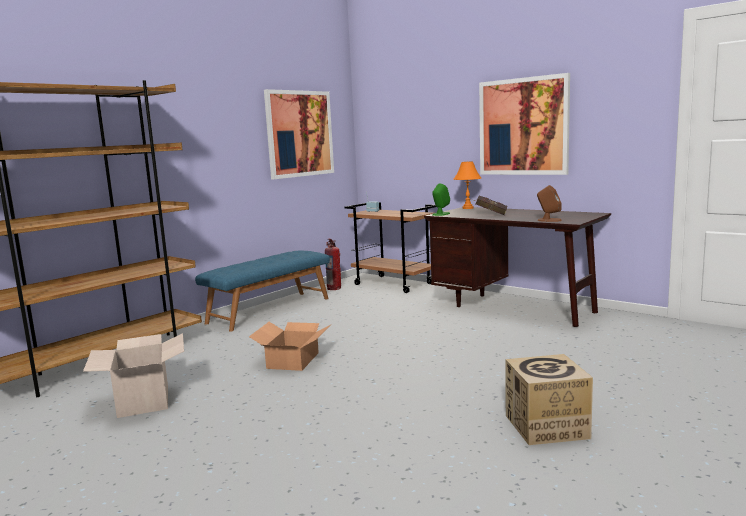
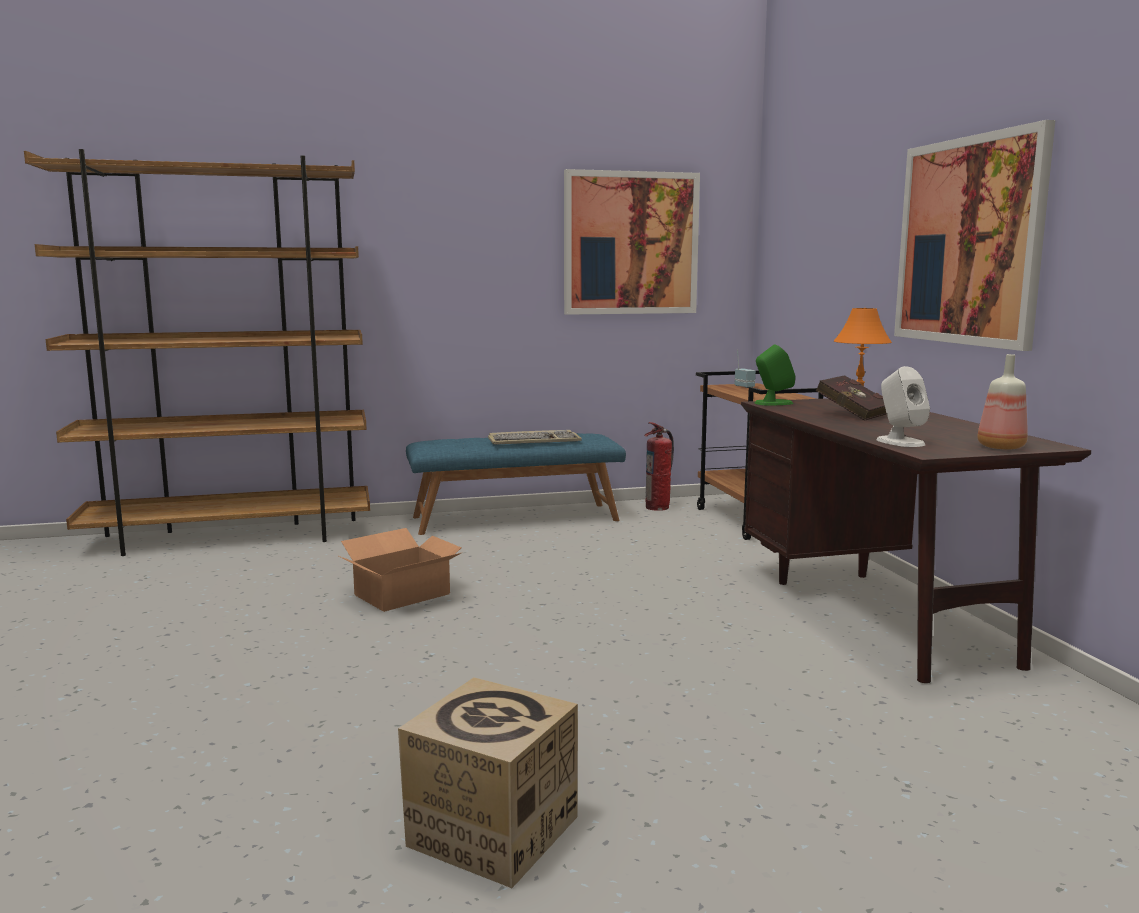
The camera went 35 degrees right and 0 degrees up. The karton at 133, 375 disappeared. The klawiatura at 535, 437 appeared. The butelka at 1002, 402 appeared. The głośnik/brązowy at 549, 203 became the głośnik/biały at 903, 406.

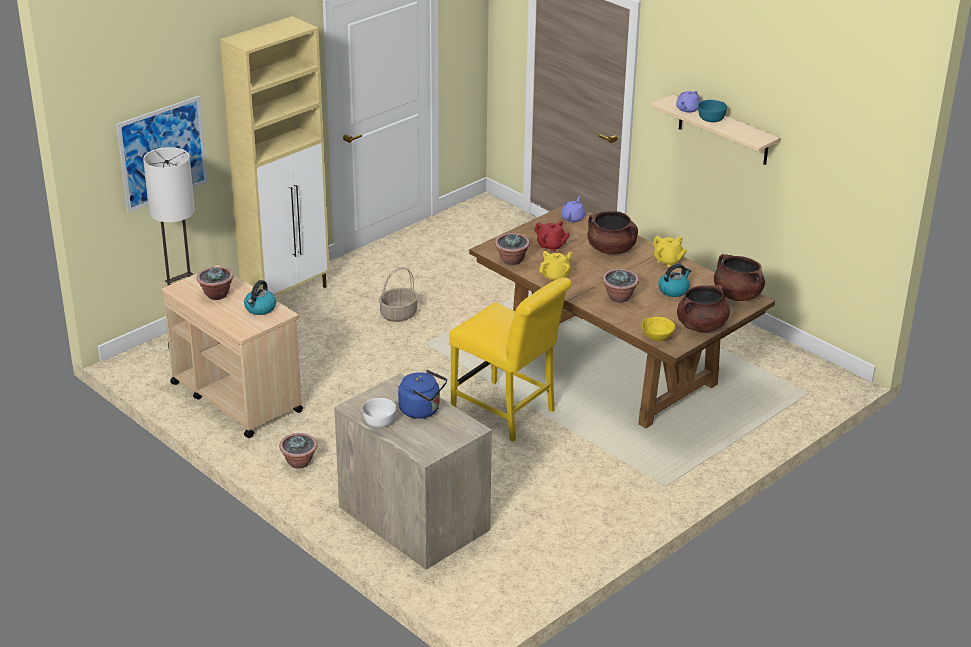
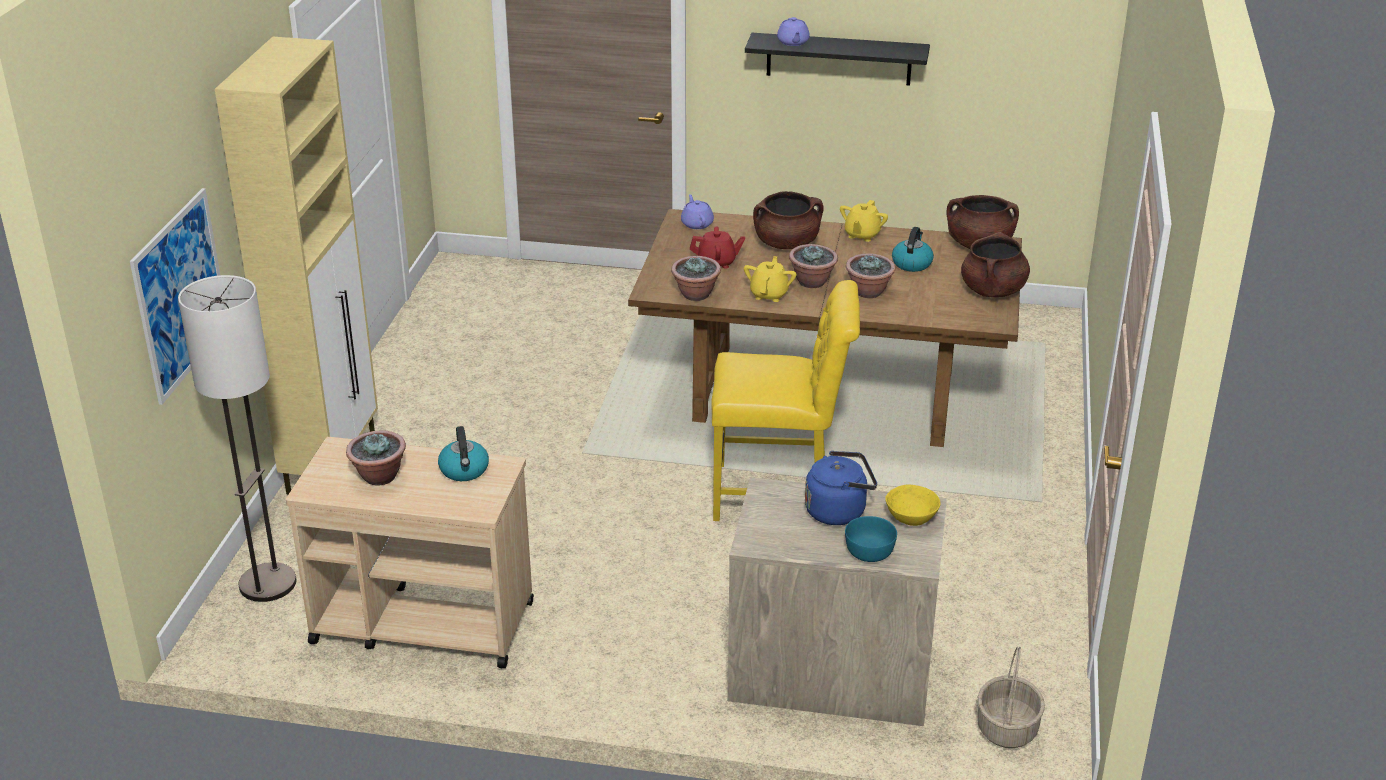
The camera went 35 degrees left and 0 degrees up. The miska/biały at 379, 413 disappeared. The roślina doniczkowa moved from 298, 451 to 813, 266. The koszyk moved from 398, 294 to 1011, 697. The miska/żółty moved from 658, 329 to 913, 505. The miska/turkusowy moved from 712, 111 to 871, 539. The półka/beżowy at 715, 130 became the półka/czarny at 837, 59. The imbryk/żółty at 670, 251 turned 105 degrees clockwise.

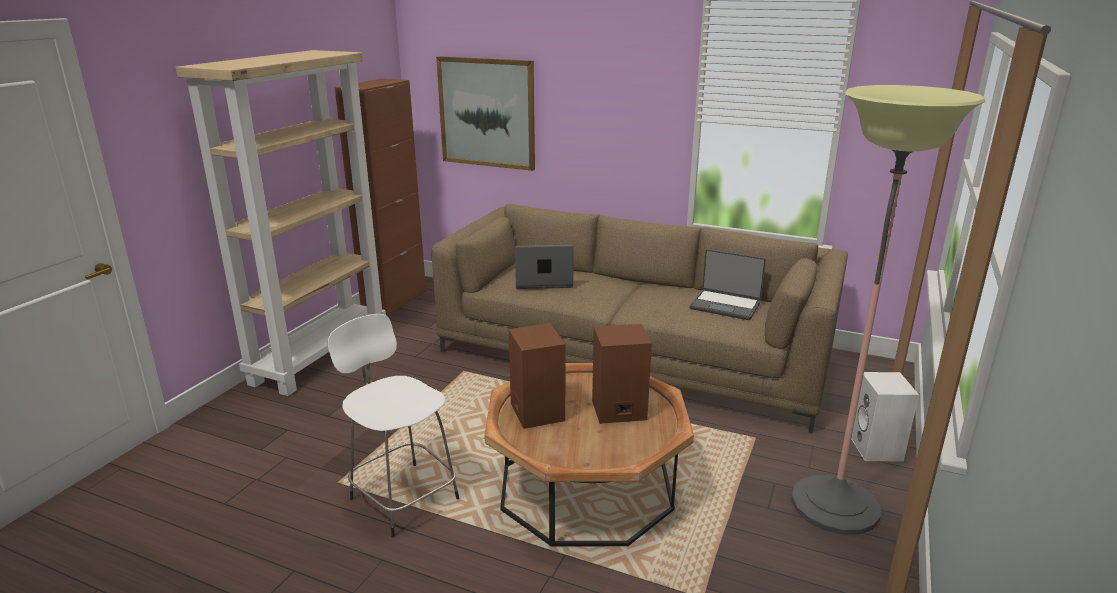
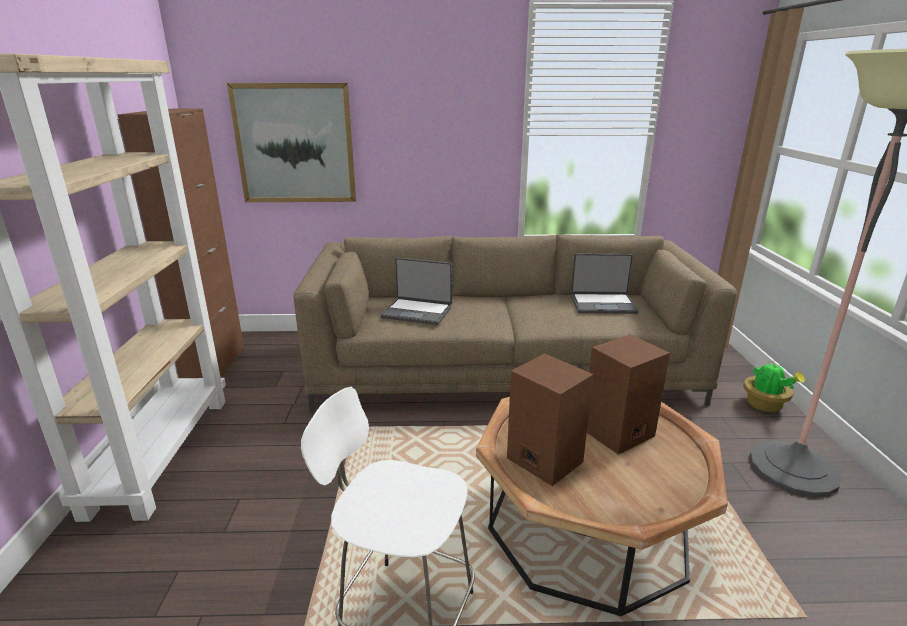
The camera went 25 degrees left and 0 degrees up. The głośnik/biały at 885, 416 was replaced by the roślina doniczkowa at 774, 386. The laptop at 544, 267 turned 135 degrees counterclockwise.

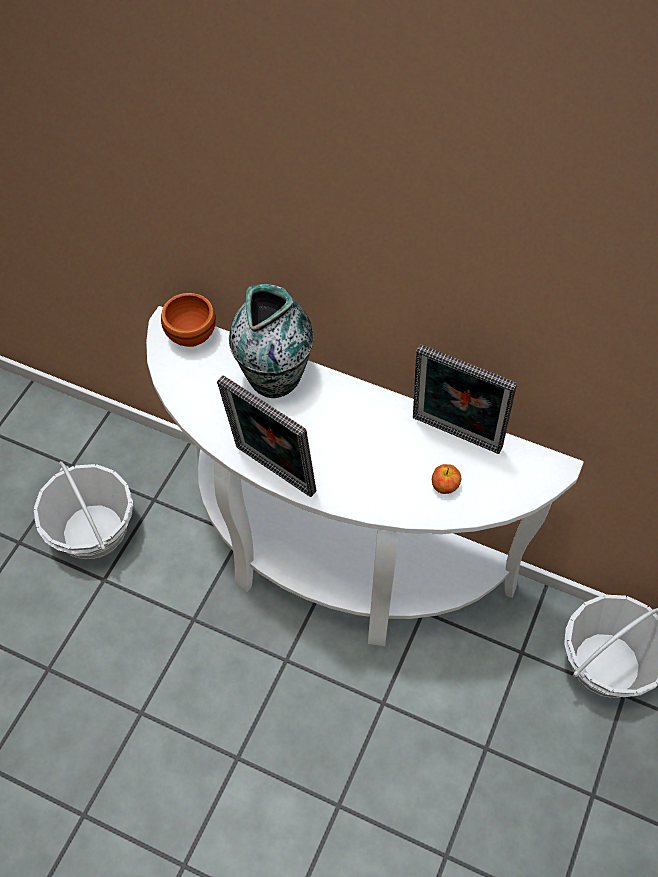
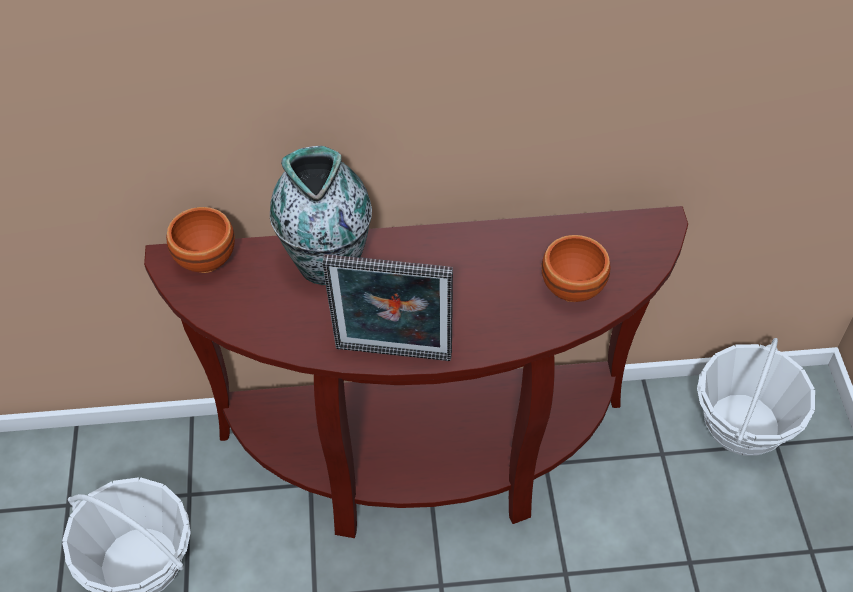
The camera went 30 degrees left and 5 degrees down. The ramka na zdjęcie at 465, 399 disappeared. The jabłko at 446, 479 was replaced by the miska/brązowy at 576, 268. The stolik konsolowy/biały at 365, 476 became the stolik konsolowy/brązowy at 416, 372.

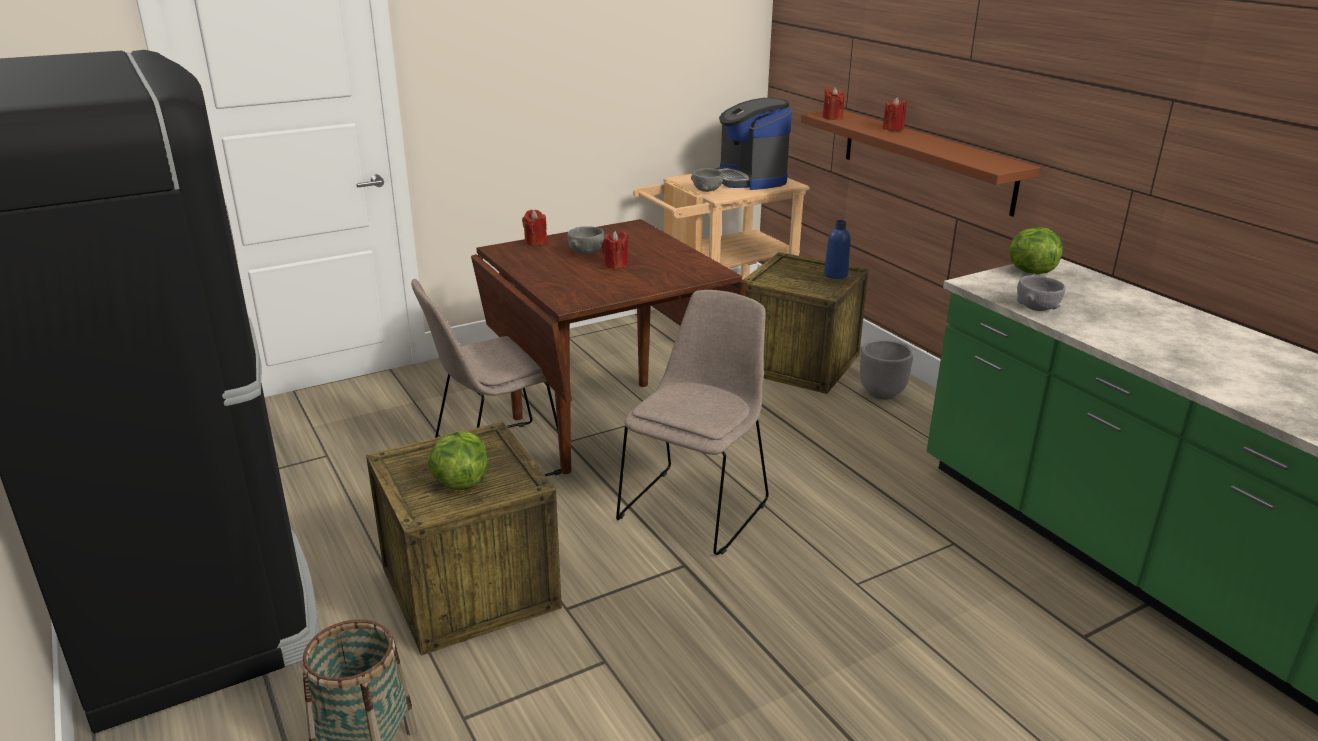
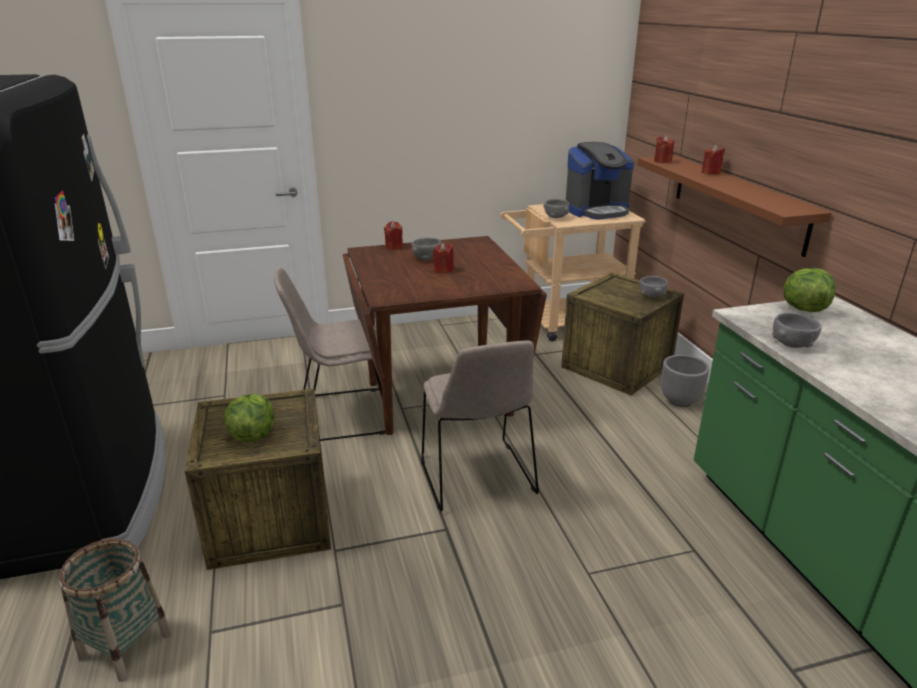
The camera went 15 degrees right and 0 degrees up. The butelka/niebieski at 837, 249 was replaced by the miska/szary at 654, 286. The krzesło/beżowy at 692, 422 turned 120 degrees clockwise. The ekspres do kawy at 753, 144 turned 105 degrees counterclockwise.

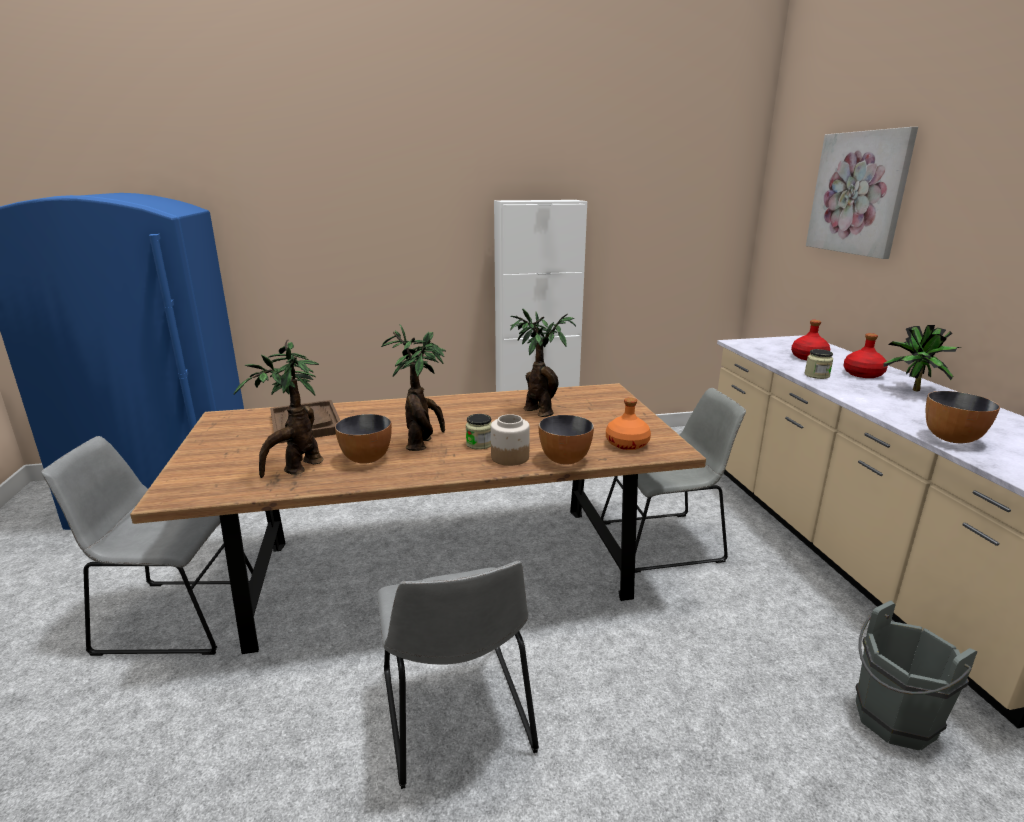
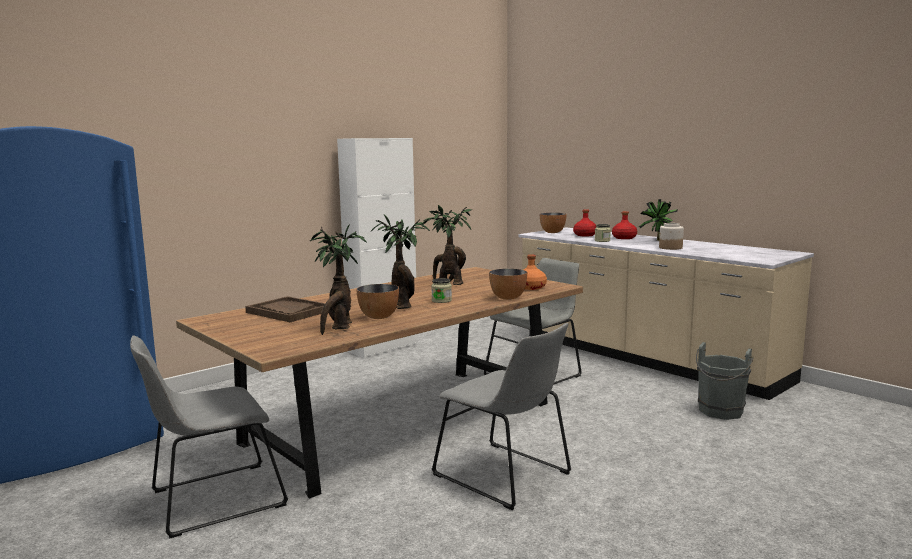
The camera went 30 degrees left and 10 degrees down. The obraz at 862, 193 disappeared. The słoik moved from 510, 440 to 671, 236. The miska moved from 963, 417 to 553, 223.

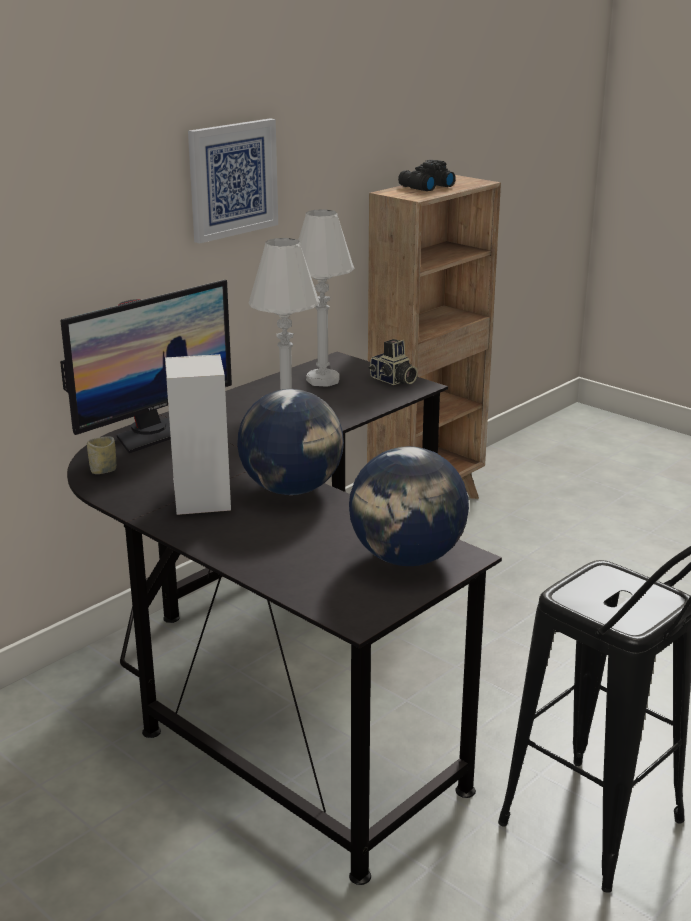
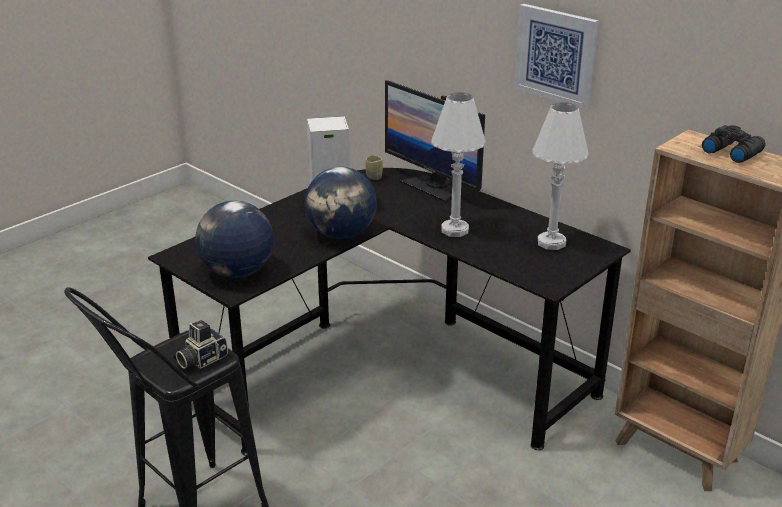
The camera went 90 degrees right and 5 degrees up. The aparat fotograficzny moved from 393, 362 to 202, 344.

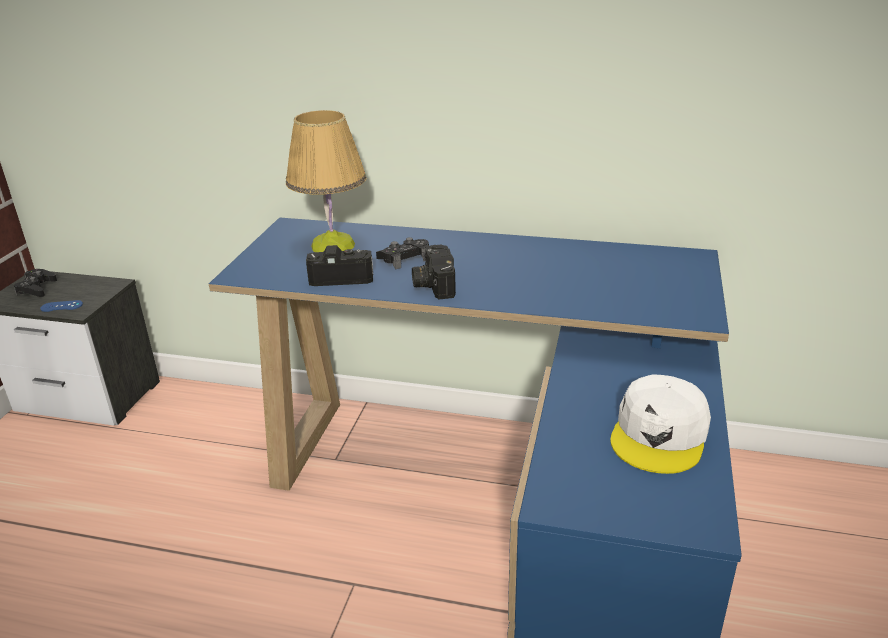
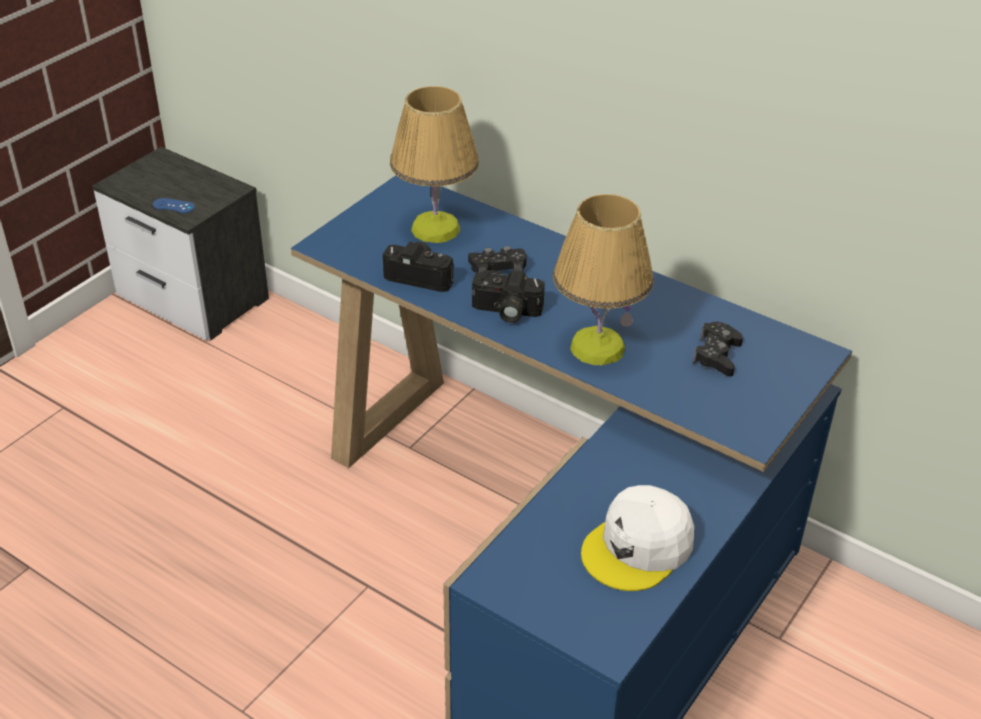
The camera went 20 degrees right and 10 degrees up. The lampa stołowa at 603, 279 appeared. The pad do gier/czarny moved from 35, 283 to 718, 349. The aparat fotograficzny at 434, 271 turned 90 degrees counterclockwise.

